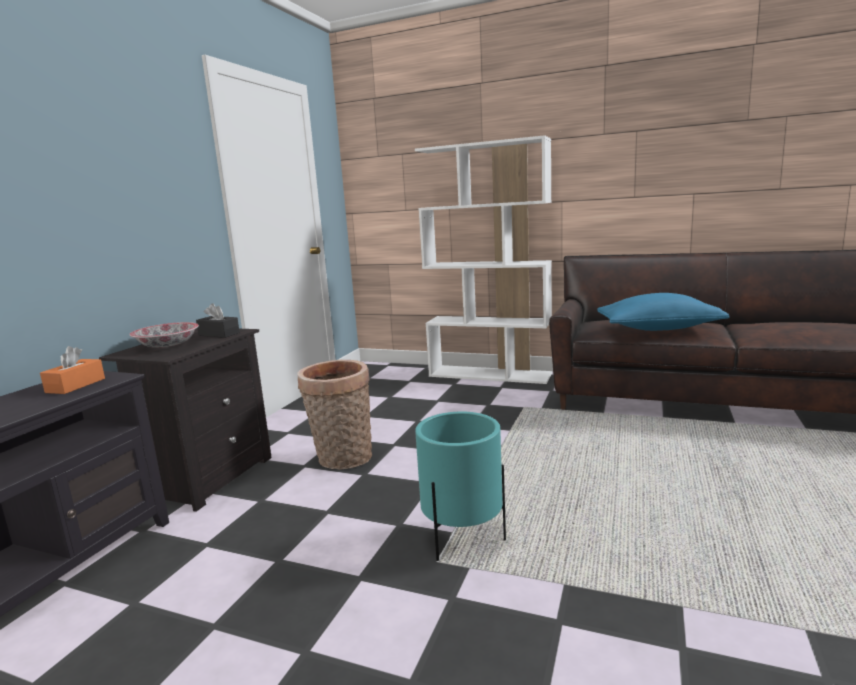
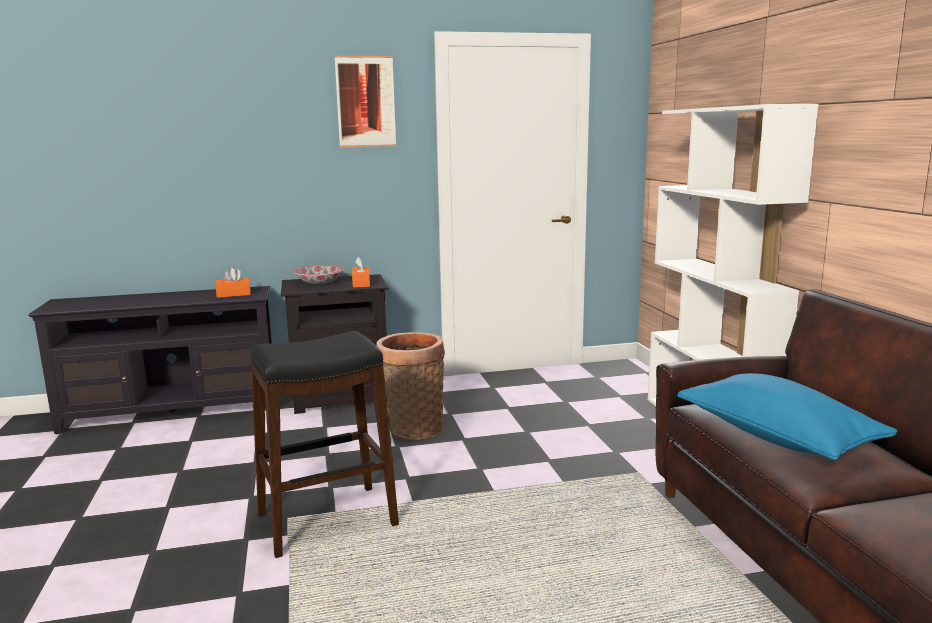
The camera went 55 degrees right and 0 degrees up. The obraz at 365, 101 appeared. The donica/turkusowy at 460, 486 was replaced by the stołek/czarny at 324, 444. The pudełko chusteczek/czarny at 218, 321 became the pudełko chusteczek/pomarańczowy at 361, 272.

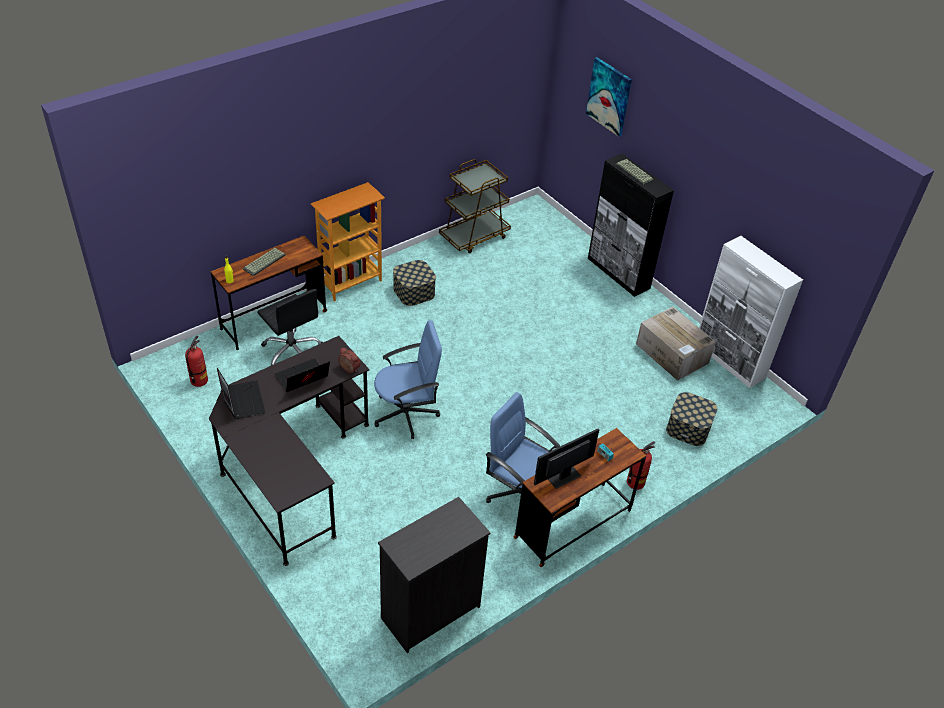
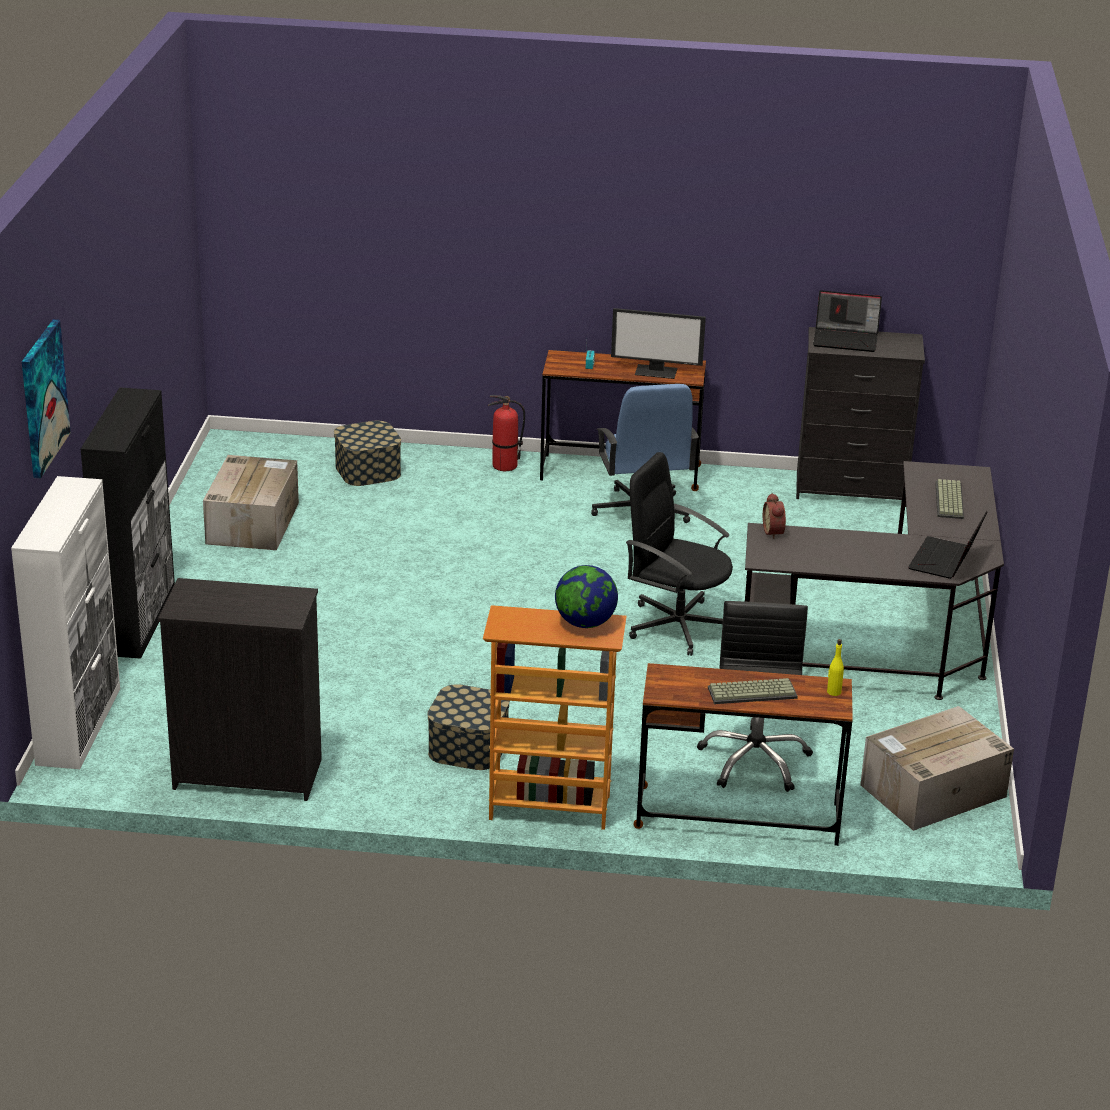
The camera went 135 degrees left and 15 degrees down. The globus at 586, 596 appeared. The laptop moved from 302, 375 to 847, 321. The klawiatura moved from 634, 172 to 949, 499. The szafka/biały moved from 751, 312 to 65, 622. The gaśnica at 196, 361 was replaced by the karton at 937, 768. The wózek/brązowy at 475, 206 was replaced by the komoda/czarny at 240, 689. The krzesło biurowe/niebieski at 408, 379 became the krzesło biurowe/czarny at 679, 554.

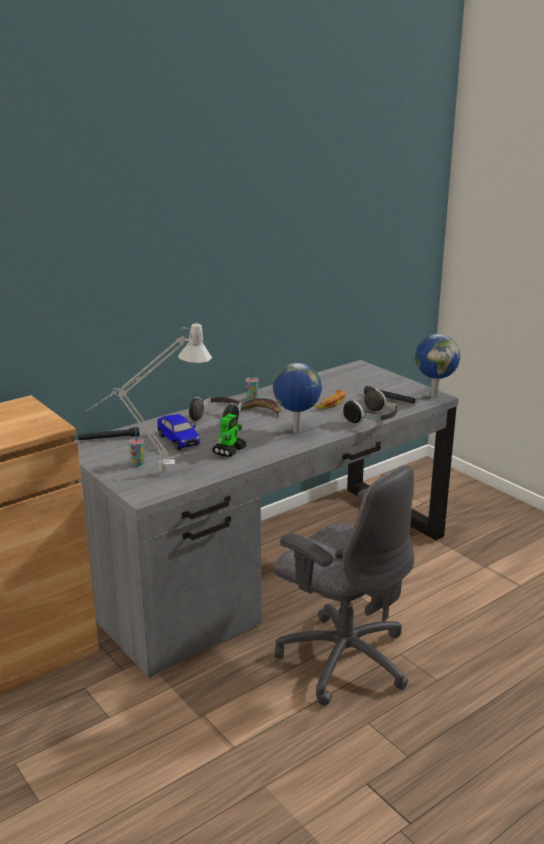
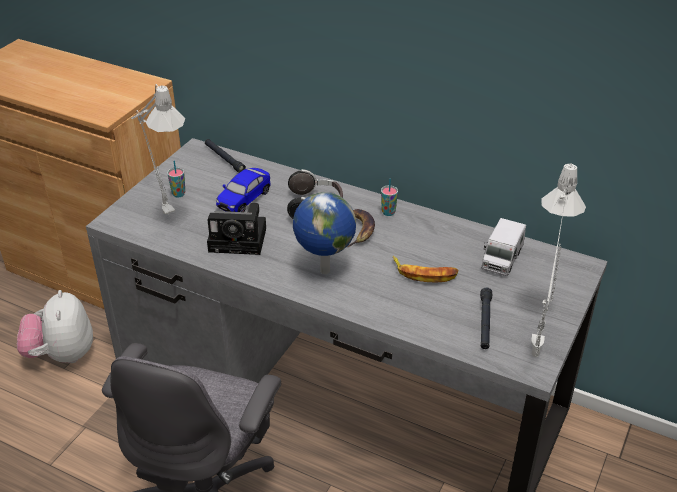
The camera went 65 degrees right and 15 degrees up. The słuchawki at 370, 406 disappeared. The pluszak at 55, 326 appeared. The ciężarówka zabawkowa at 503, 247 appeared. The robot zabawkowy at 229, 435 was replaced by the aparat fotograficzny at 236, 229. The globus at 437, 366 was replaced by the lampa stołowa/szary at 558, 260.

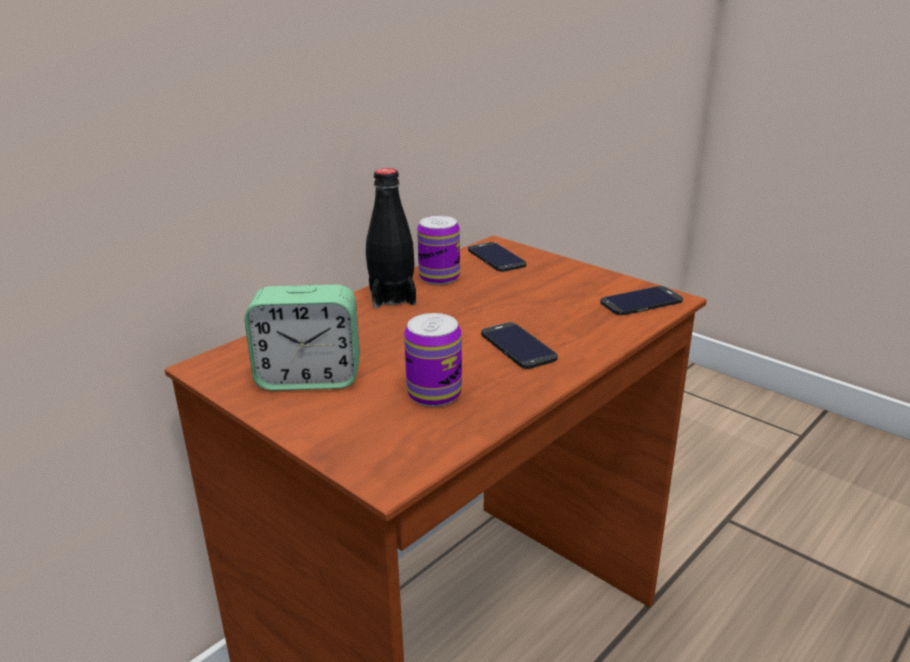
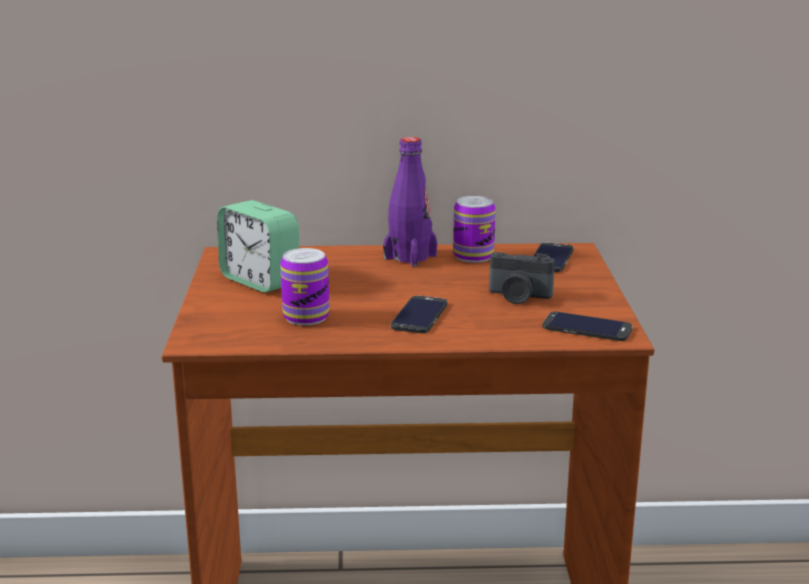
The camera went 45 degrees right and 5 degrees down. The aparat fotograficzny at 522, 278 appeared. The butelka/czarny at 391, 238 became the butelka/fioletowy at 410, 202.

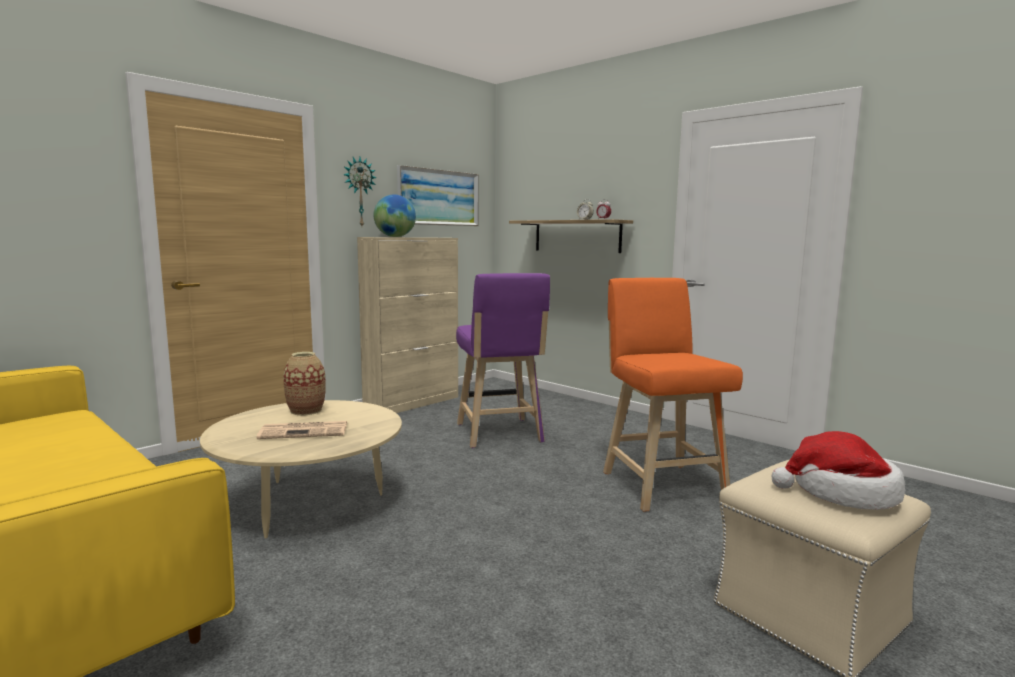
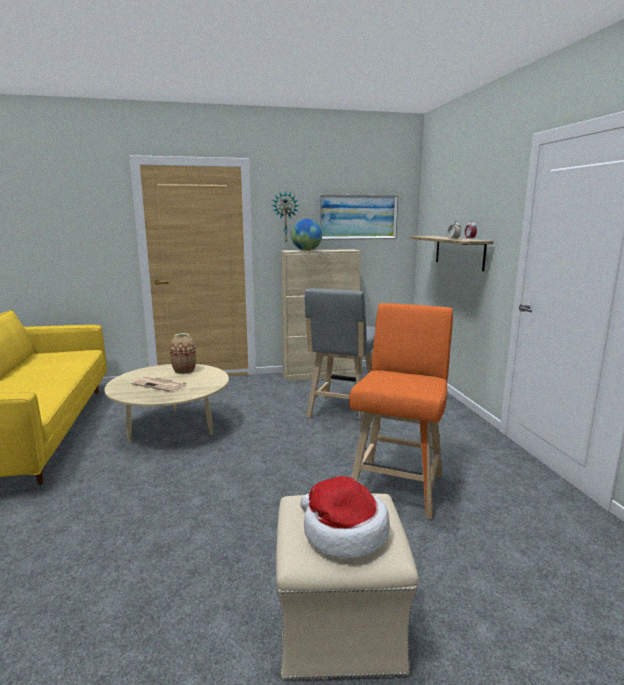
The camera went 35 degrees right and 5 degrees up. The stołek/fioletowy at 503, 360 became the stołek/szary at 340, 357.

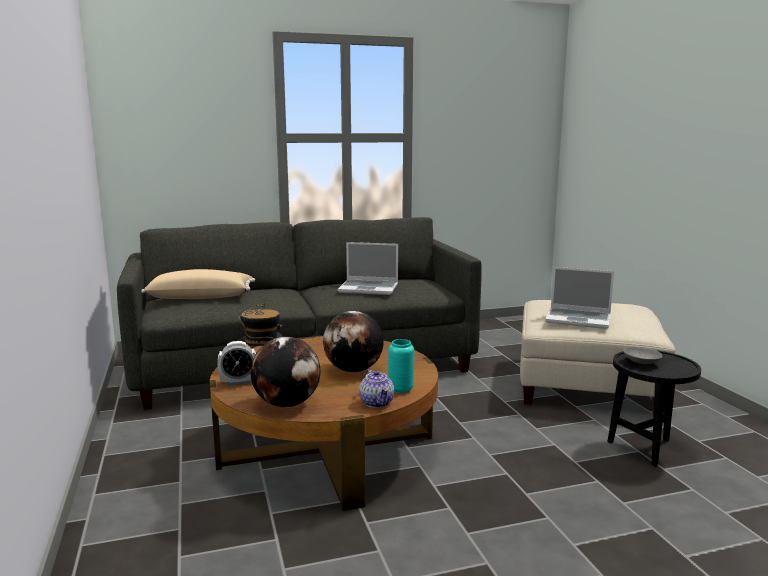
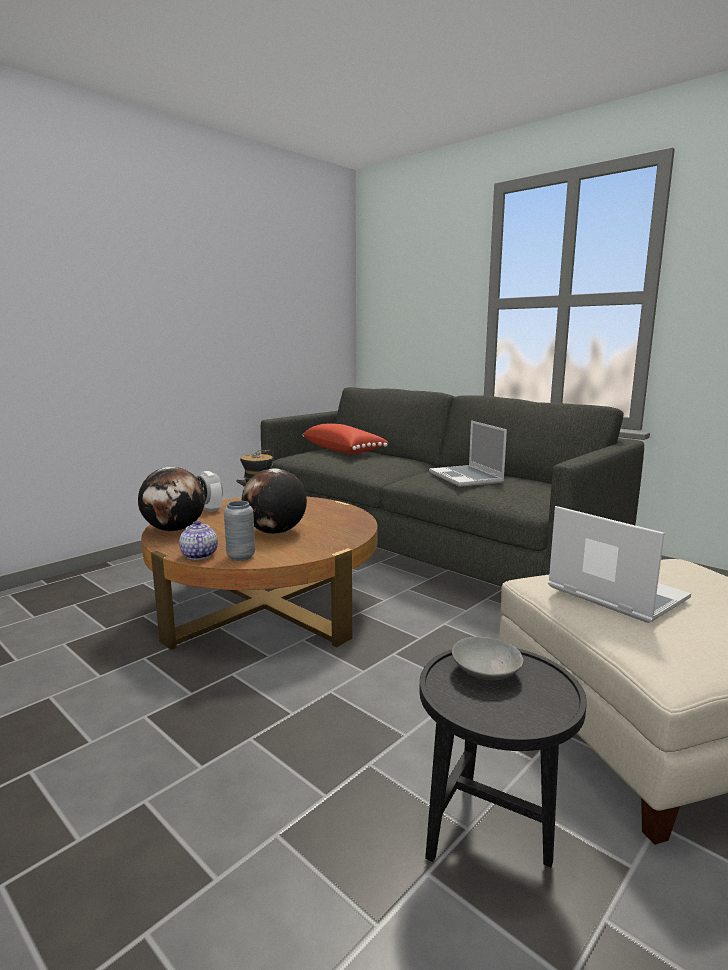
The camera went 60 degrees right and 0 degrees up. The poduszka/beżowy at 198, 284 became the poduszka/czerwony at 345, 438. The wazon/turkusowy at 401, 366 became the wazon/szary at 239, 531. The imbryk at 376, 388 turned 120 degrees clockwise. The laptop at 579, 298 turned 150 degrees clockwise.

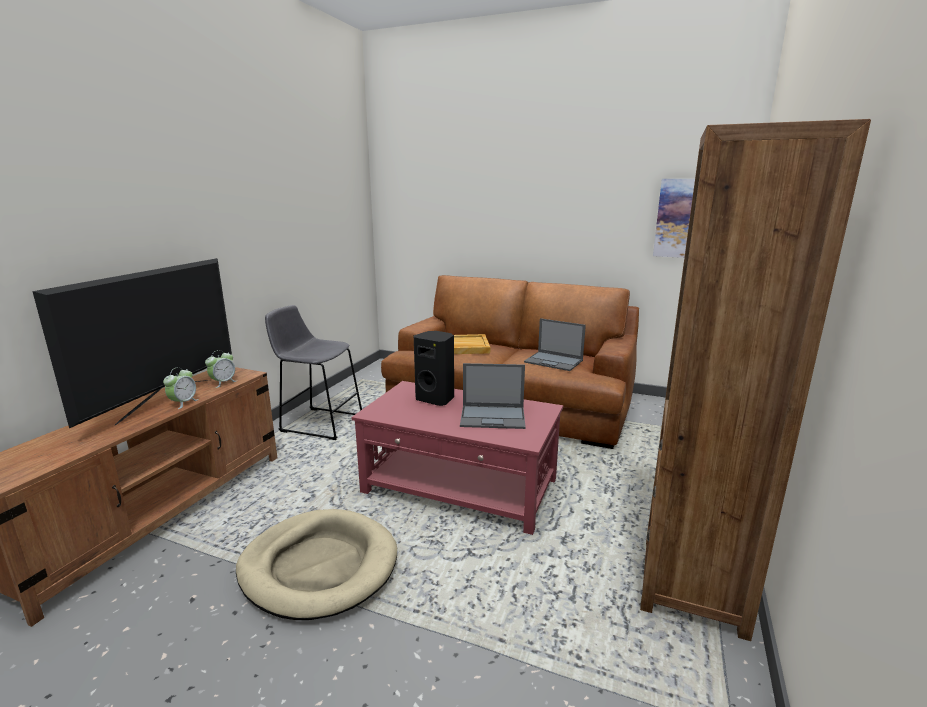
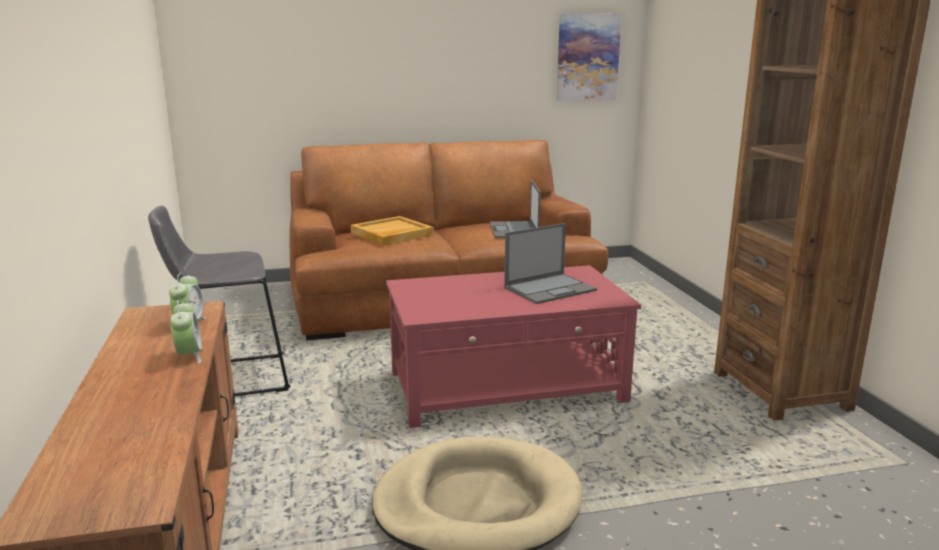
The camera went 35 degrees left and 0 degrees up. The telewizor at 132, 343 disappeared. The głośnik/czarny at 434, 368 disappeared. The laptop at 555, 344 turned 90 degrees clockwise.

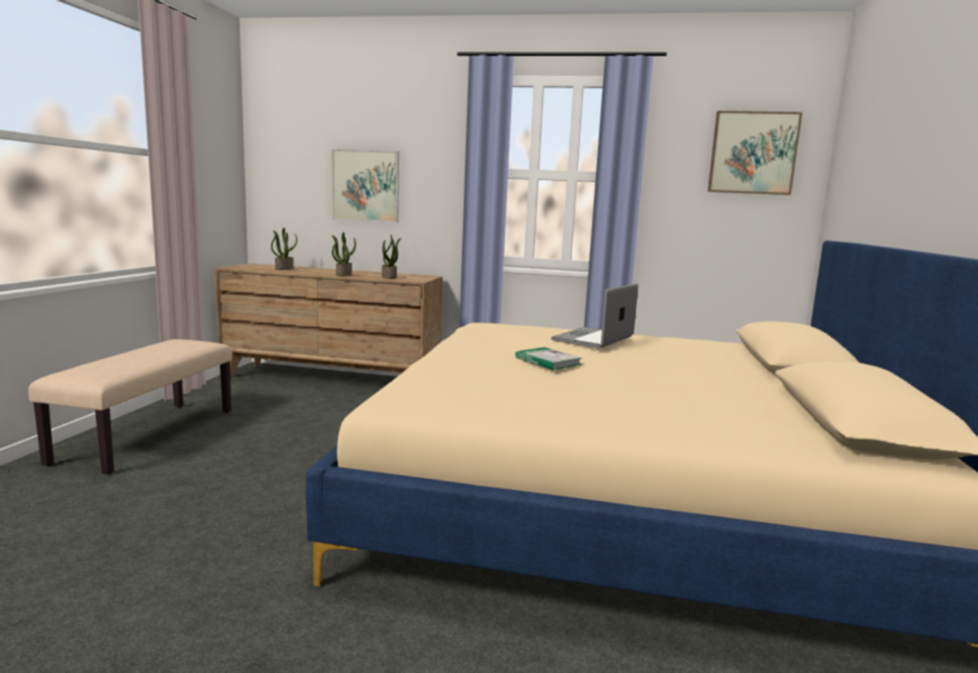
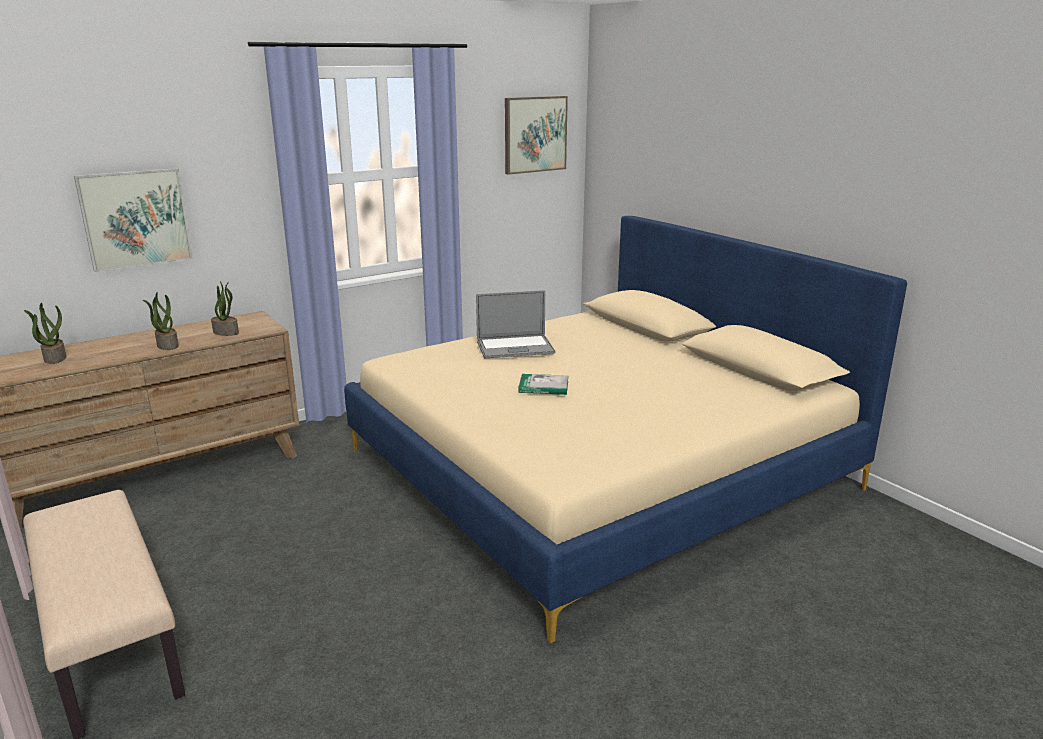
The camera went 45 degrees left and 10 degrees up. The laptop at 594, 316 turned 90 degrees counterclockwise.

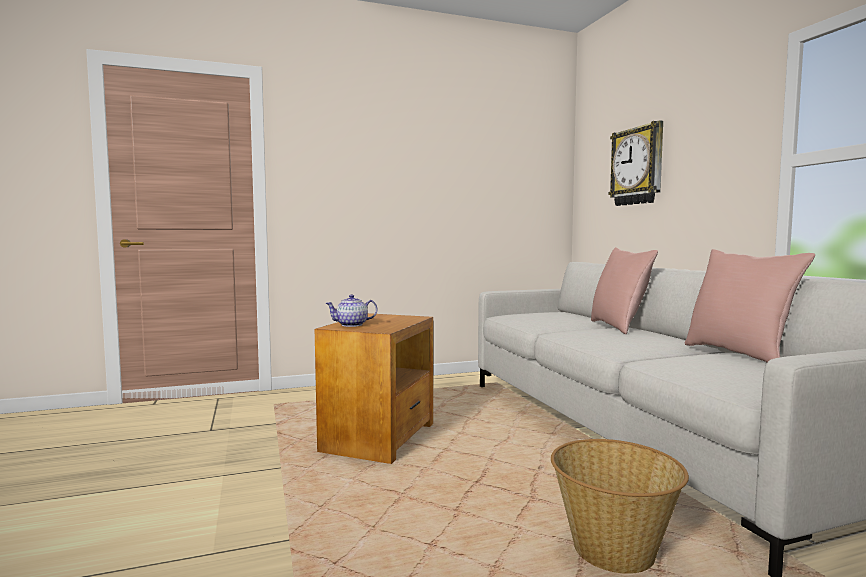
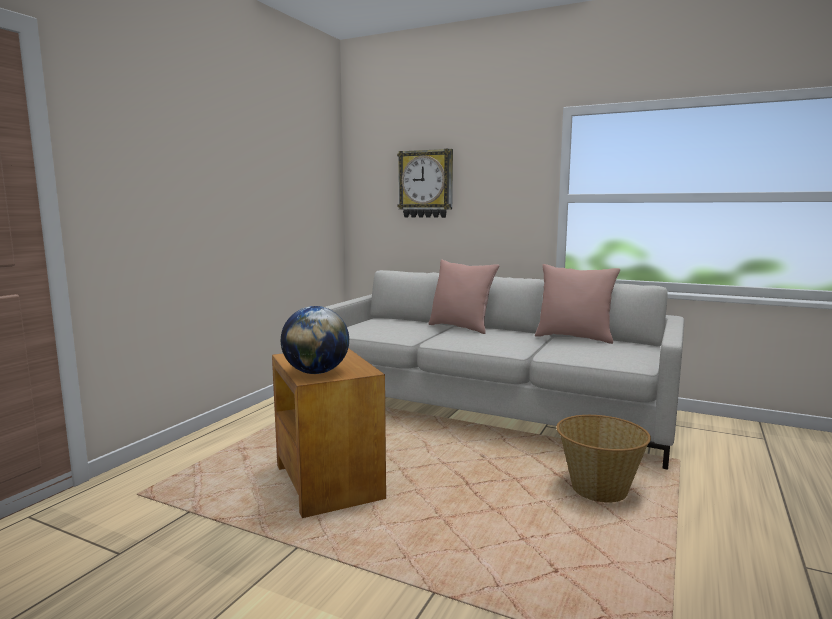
The camera went 45 degrees left and 5 degrees up. The imbryk at 351, 310 was replaced by the globus at 315, 340.

